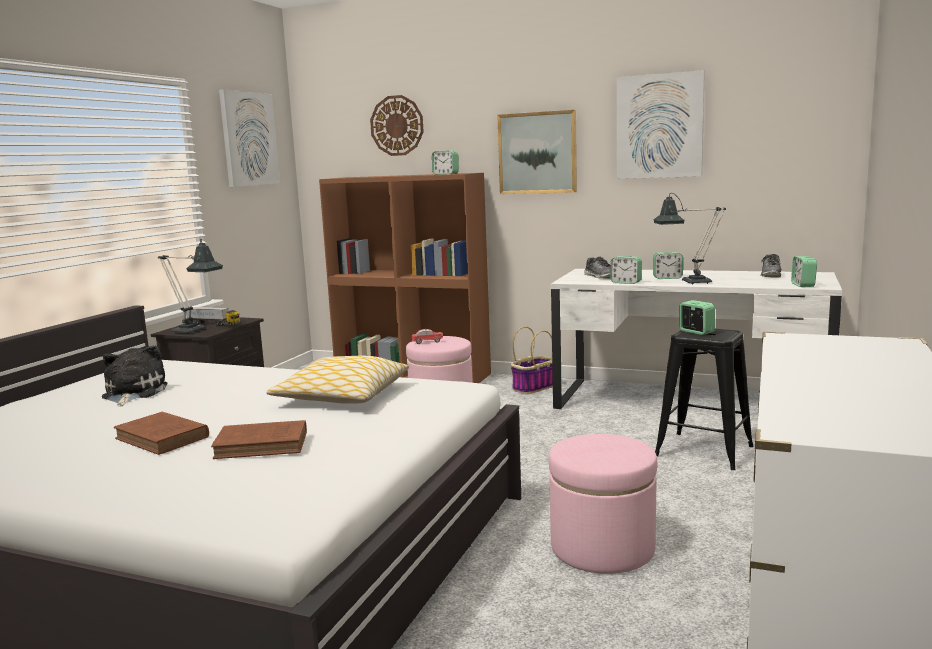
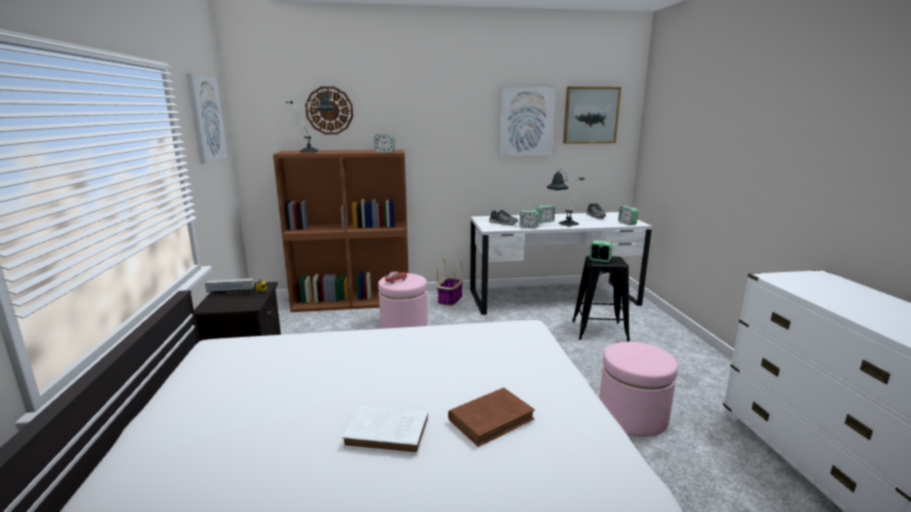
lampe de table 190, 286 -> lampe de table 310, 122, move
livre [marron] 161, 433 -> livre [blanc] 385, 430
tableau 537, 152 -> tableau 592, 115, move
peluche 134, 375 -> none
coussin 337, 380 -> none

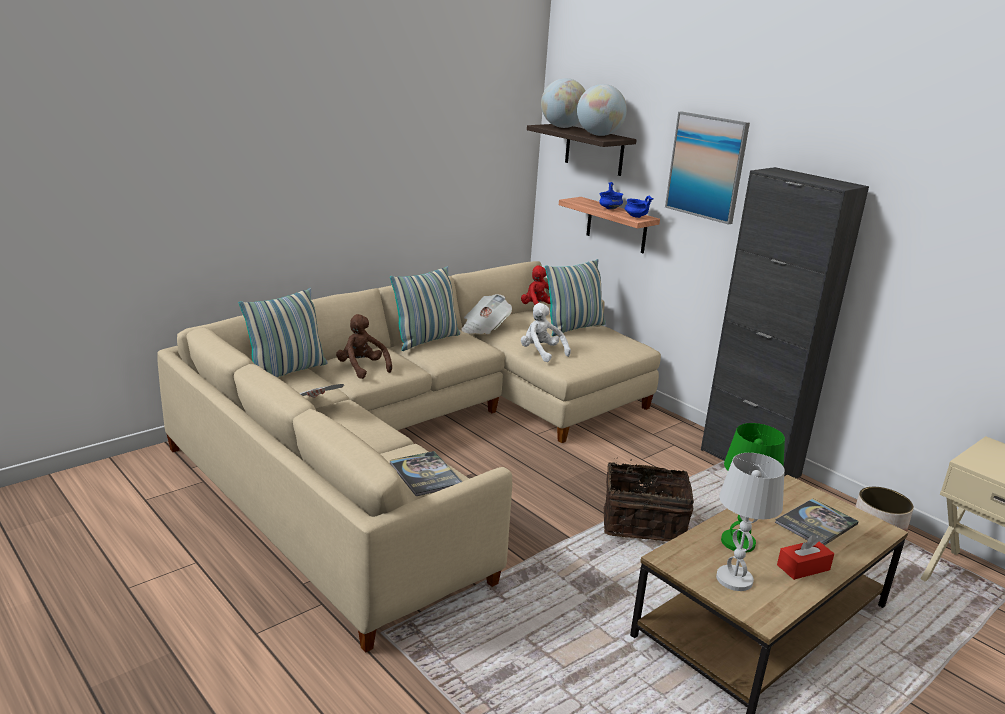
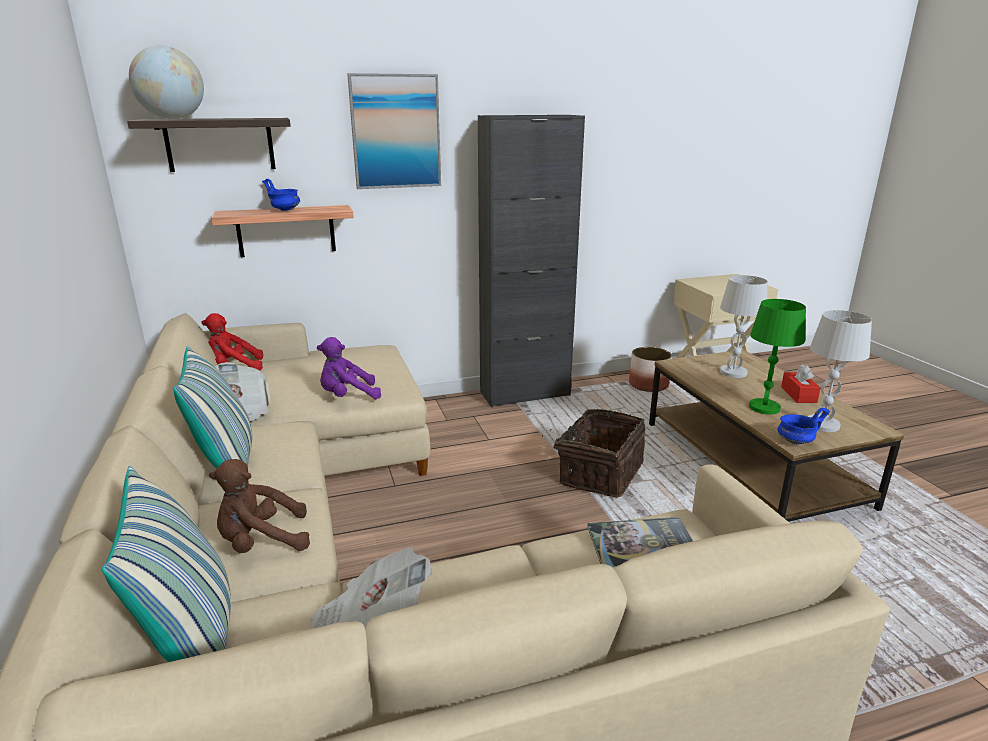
peluche [blanc] 546, 332 -> peluche [violet] 349, 368
livre 817, 522 -> lampe de table [blanc] 744, 326
bol [bleu] 639, 207 -> bol [bleu] 804, 426, move
coussin 575, 297 -> none
globe 602, 110 -> none

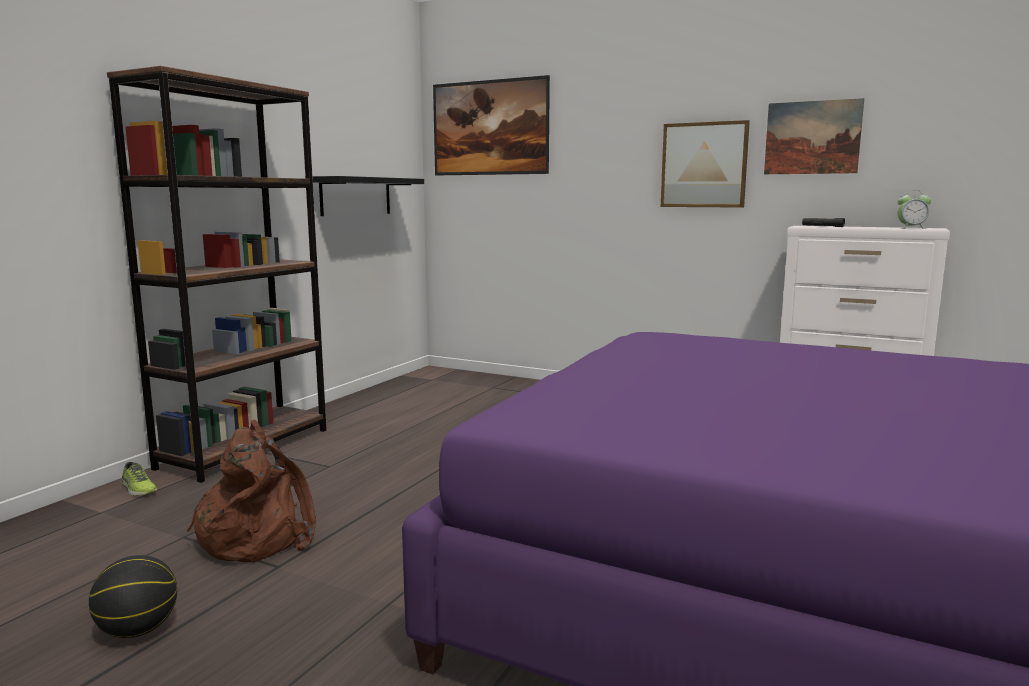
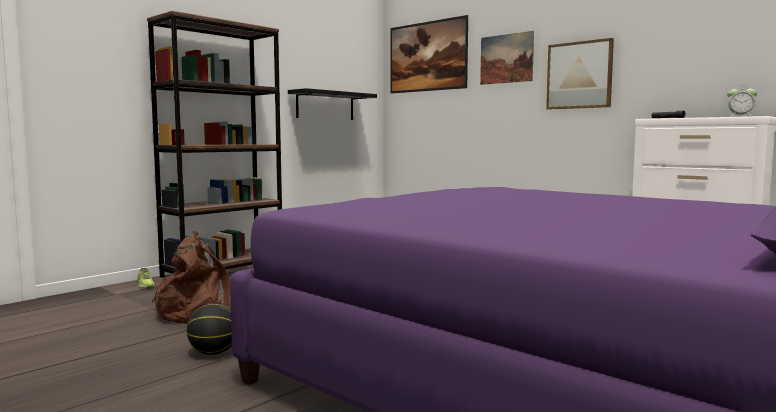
ballon de basket 133, 596 -> ballon de basket 209, 329, move
tableau 814, 136 -> tableau 507, 58, move

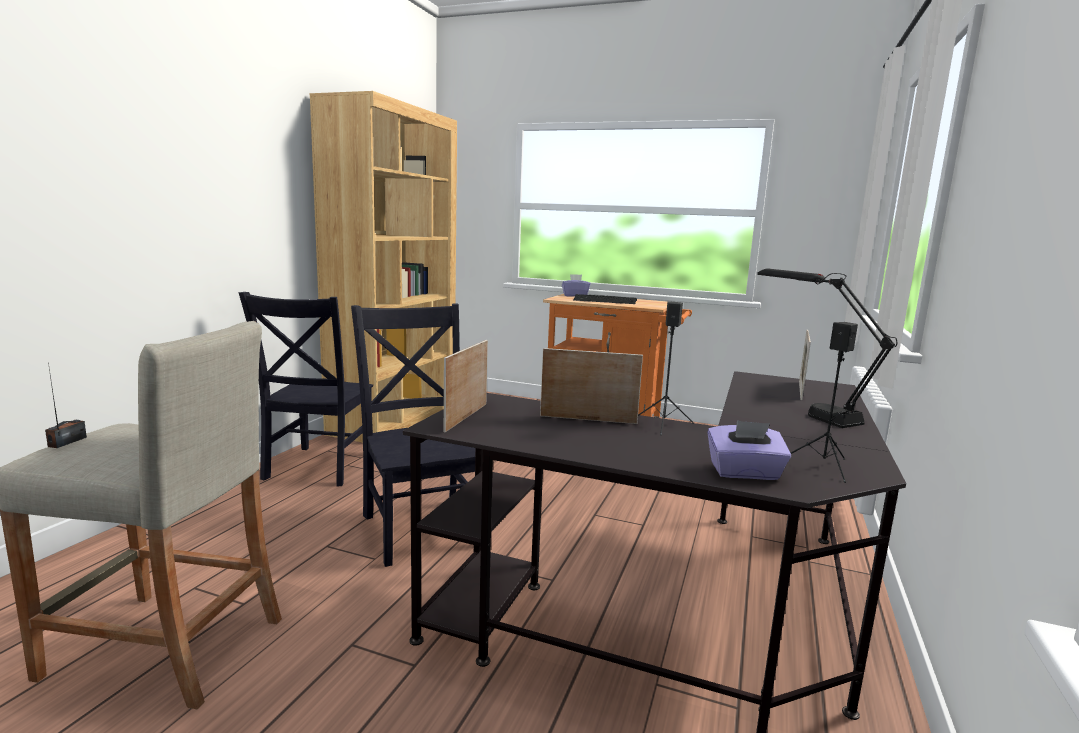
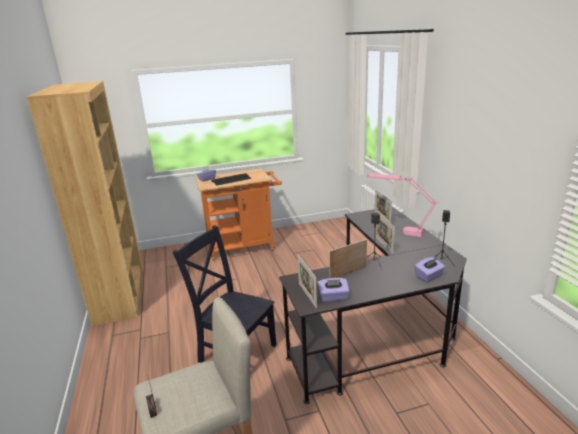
none -> boîte à mouchoirs [violet] 333, 290
lampe de table [noir] 827, 348 -> lampe de table [rose] 402, 205
none -> cadre photo 385, 233
chaise [noir] 306, 389 -> none

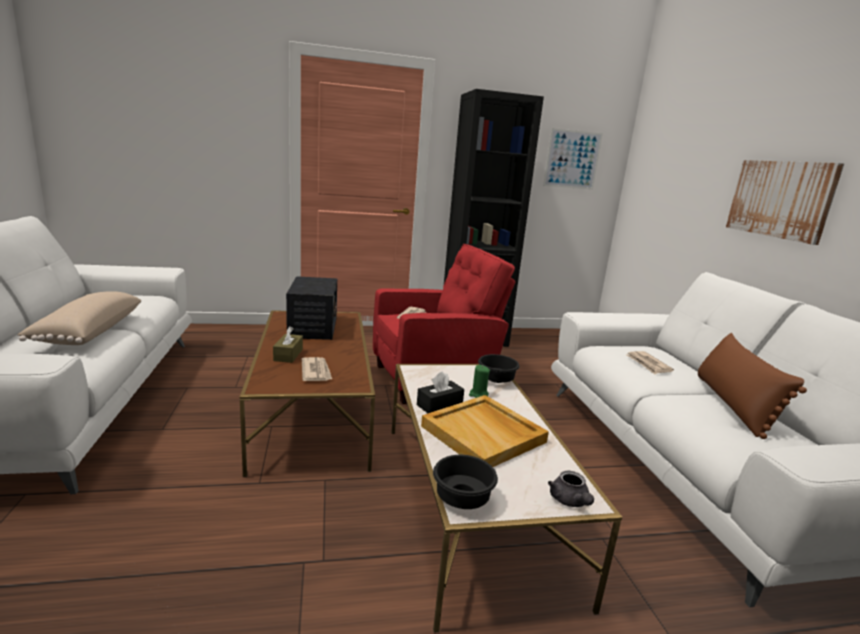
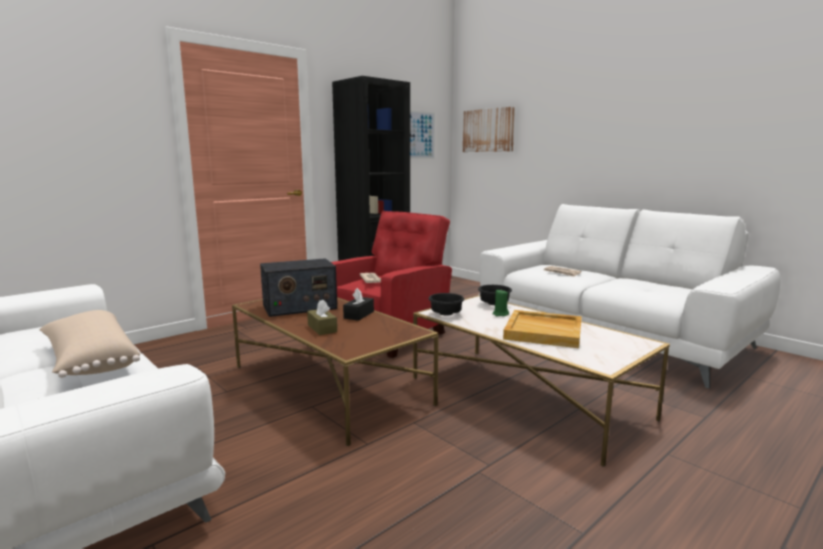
radio 311, 308 -> radio 298, 287, 105 degrees clockwise
boîte à mouchoirs [noir] 440, 392 -> boîte à mouchoirs [noir] 358, 304, move
bol [noir] 465, 482 -> bol [noir] 446, 304, move
tableau 785, 202 -> tableau 489, 129, move
journal 317, 369 -> none
théière [gris] 571, 489 -> none
coussin [marron] 752, 386 -> none

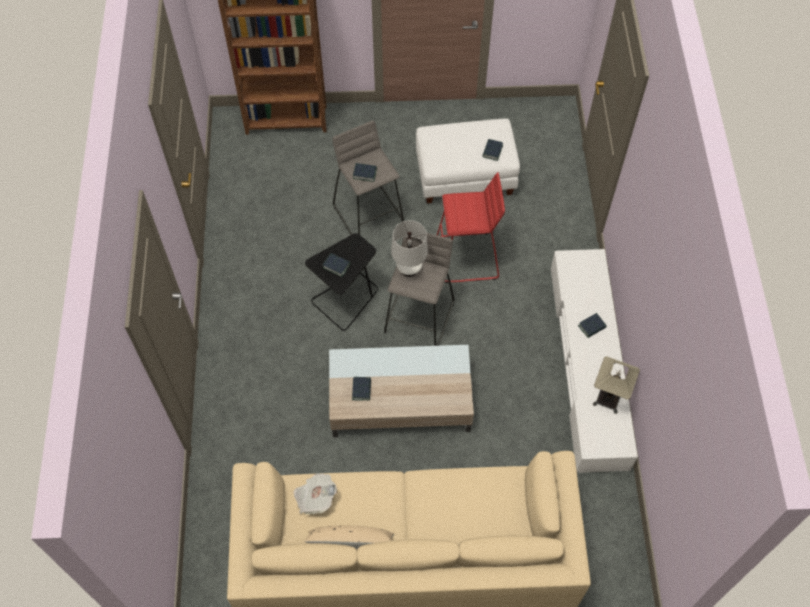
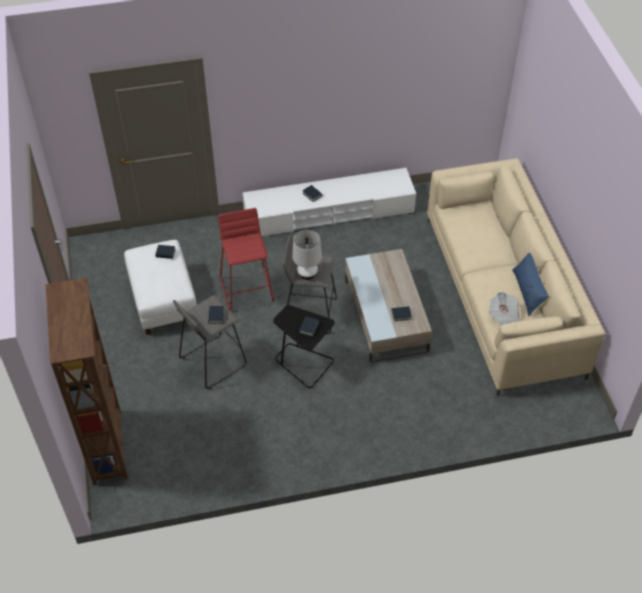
coussin [beige] 349, 537 -> coussin [bleu] 530, 284
lampe de table 616, 385 -> none

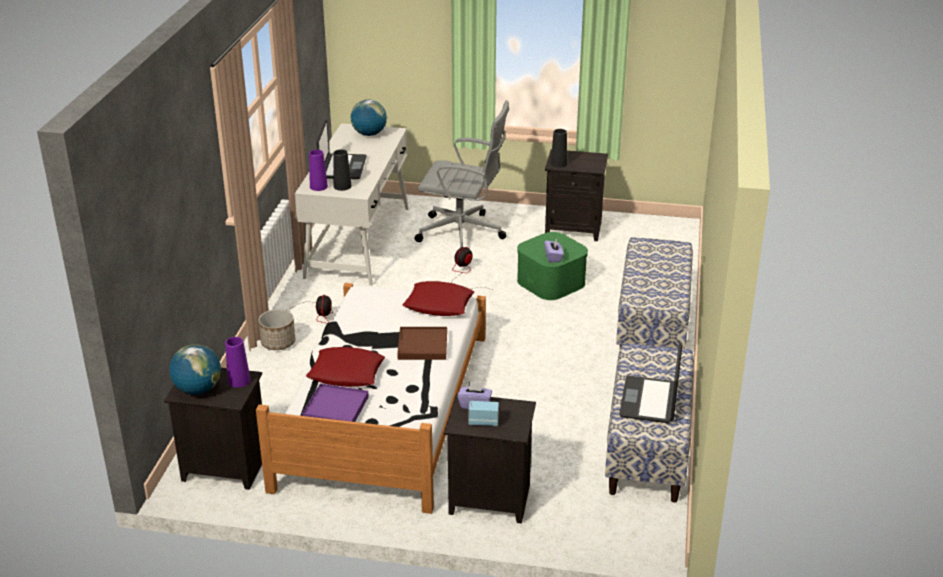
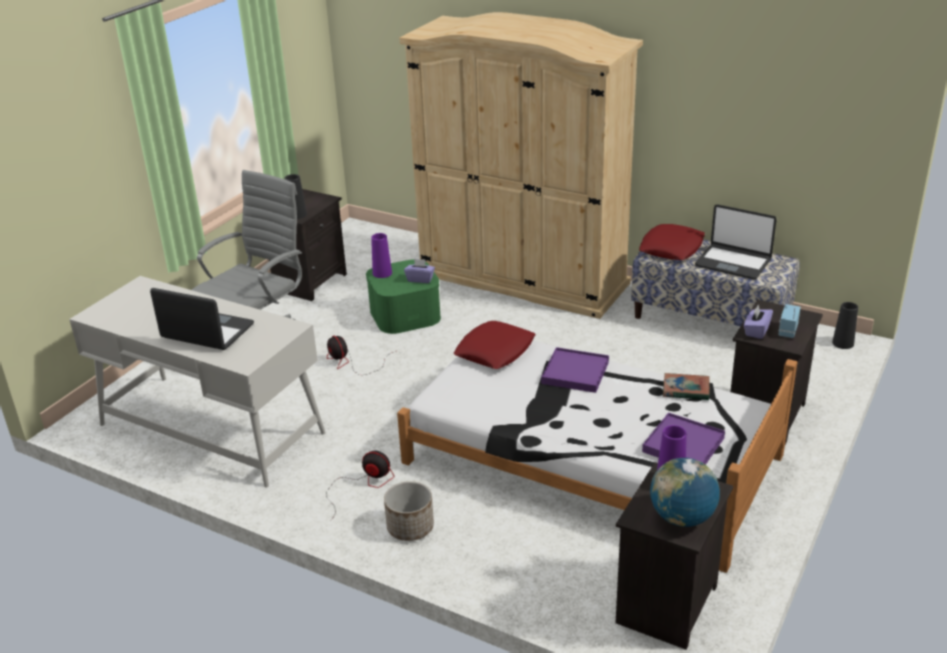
vase [violet] 318, 170 -> vase [violet] 381, 255, move
banc 654, 293 -> armoire [beige] 521, 165
plateau [marron] 422, 343 -> plateau [violet] 575, 370
coussin [rouge] 345, 367 -> coussin [rouge] 672, 242, move
none -> livre 686, 386
vase [noir] 342, 170 -> vase [noir] 845, 325, move
globe 369, 117 -> none

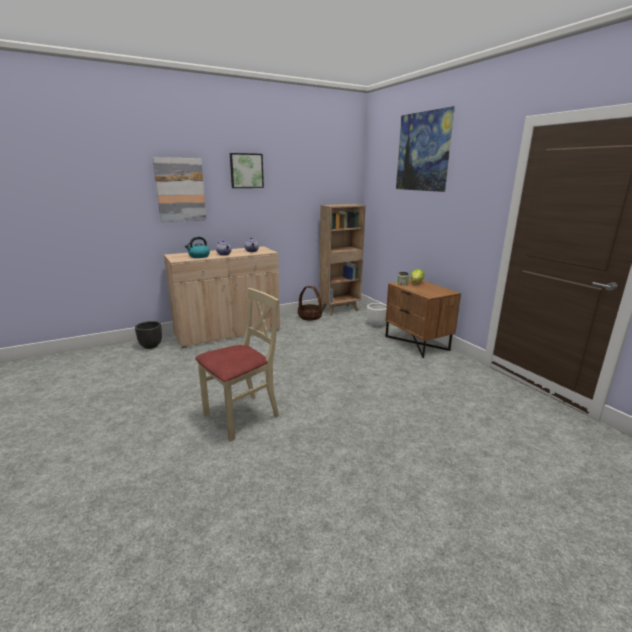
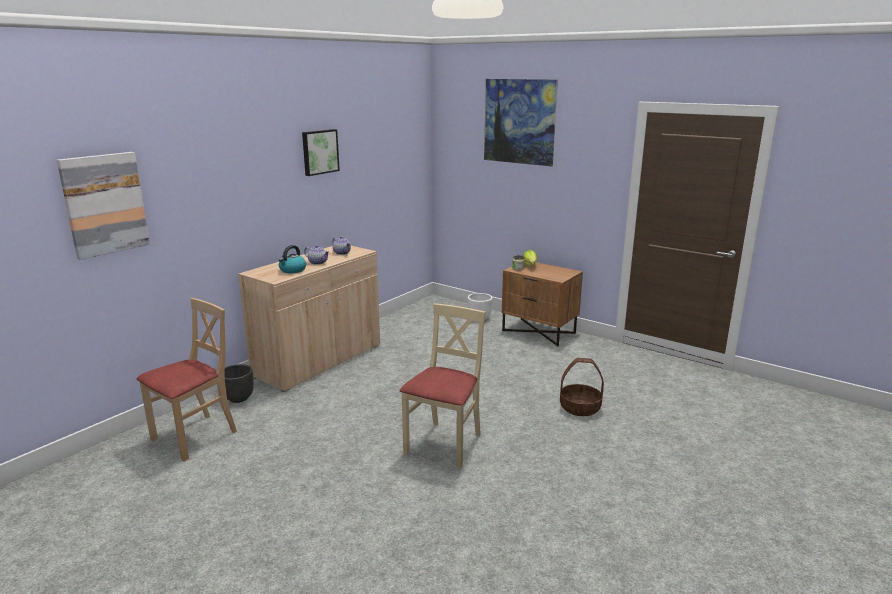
tableau 180, 189 -> tableau 103, 206, move
none -> chaise [beige] 186, 379
panier 310, 303 -> panier 582, 387, move
bibliothèque [marron] 343, 260 -> none

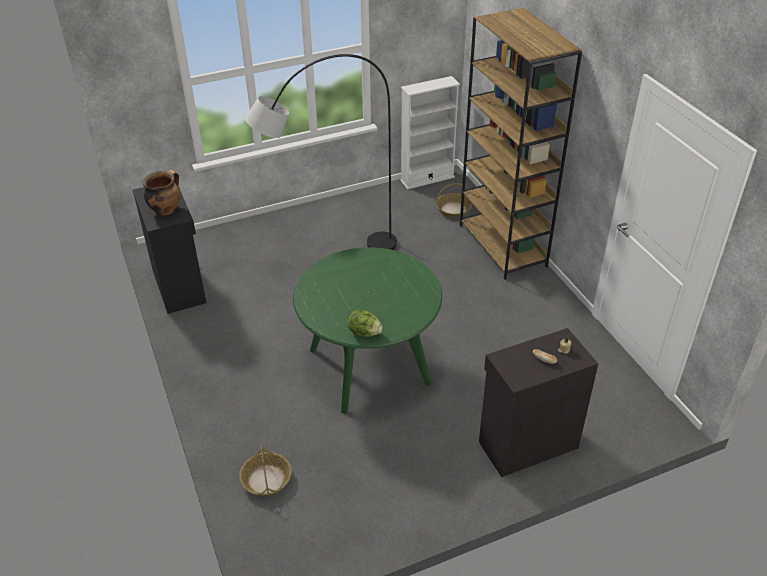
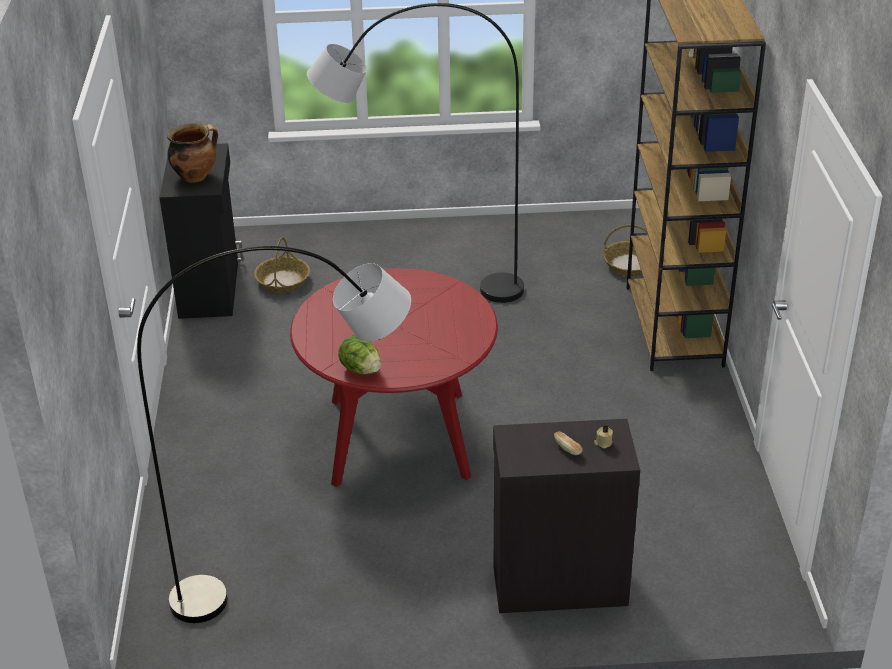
none -> lampadaire [gris] 274, 434
panier 265, 469 -> panier 282, 265, move
table à manger [vert] 367, 330 -> table à manger [rouge] 394, 377
bibliothèque [blanc] 430, 132 -> none

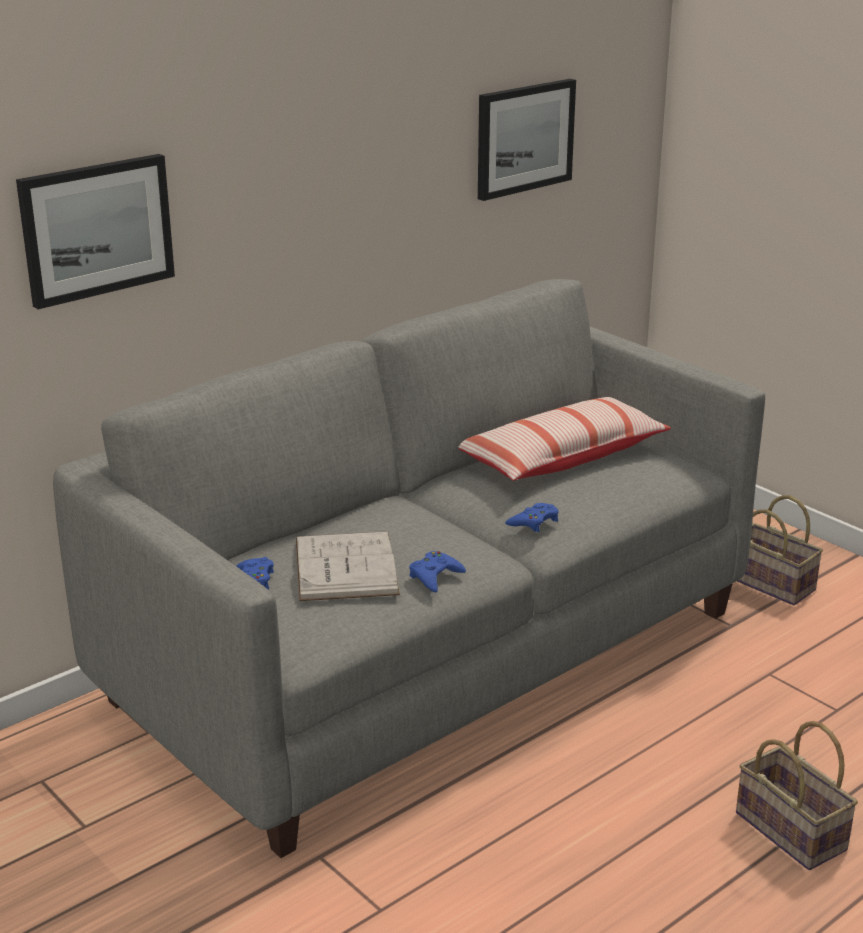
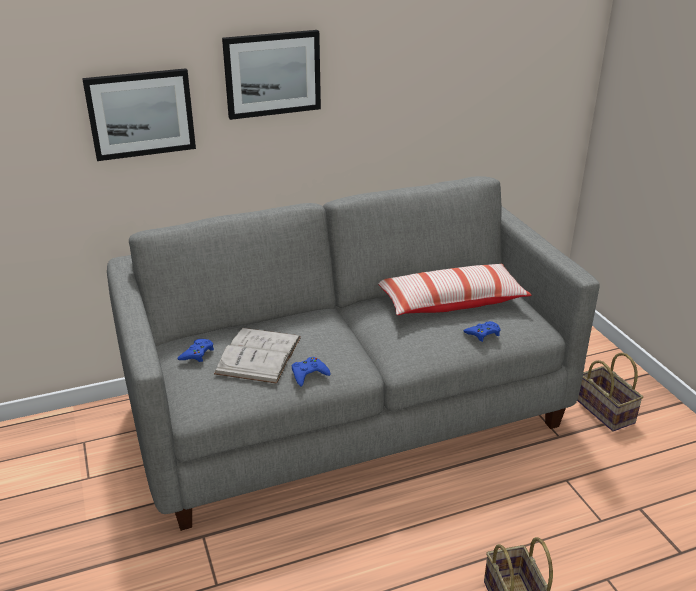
tableau 527, 140 -> tableau 271, 75, move
manette [bleu] 532, 517 -> manette [bleu] 482, 331, move

